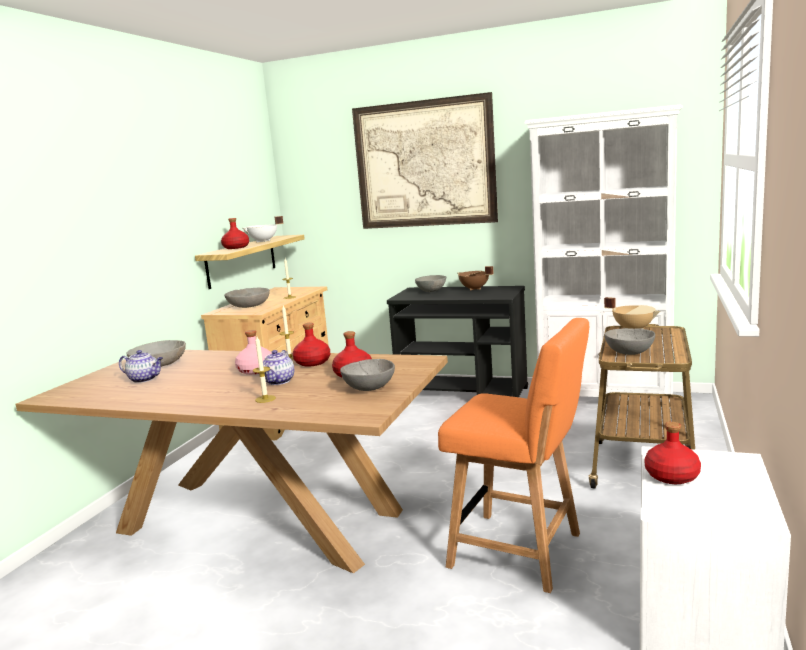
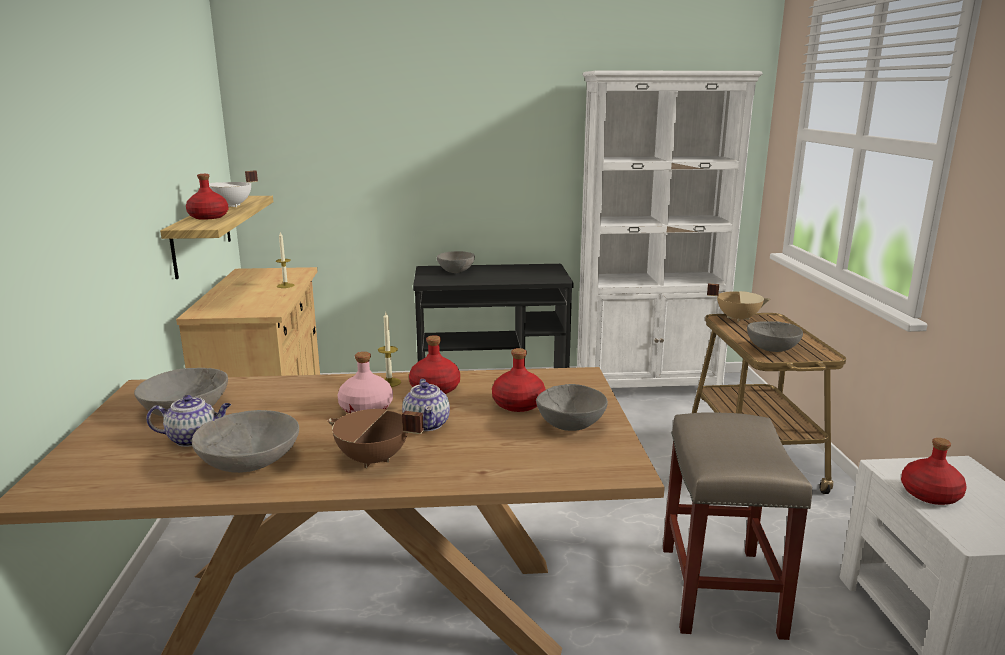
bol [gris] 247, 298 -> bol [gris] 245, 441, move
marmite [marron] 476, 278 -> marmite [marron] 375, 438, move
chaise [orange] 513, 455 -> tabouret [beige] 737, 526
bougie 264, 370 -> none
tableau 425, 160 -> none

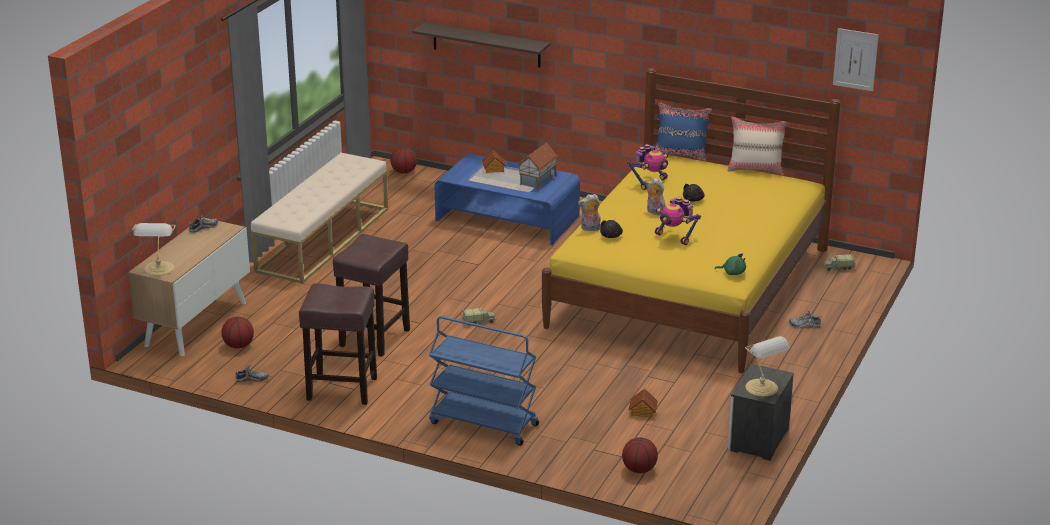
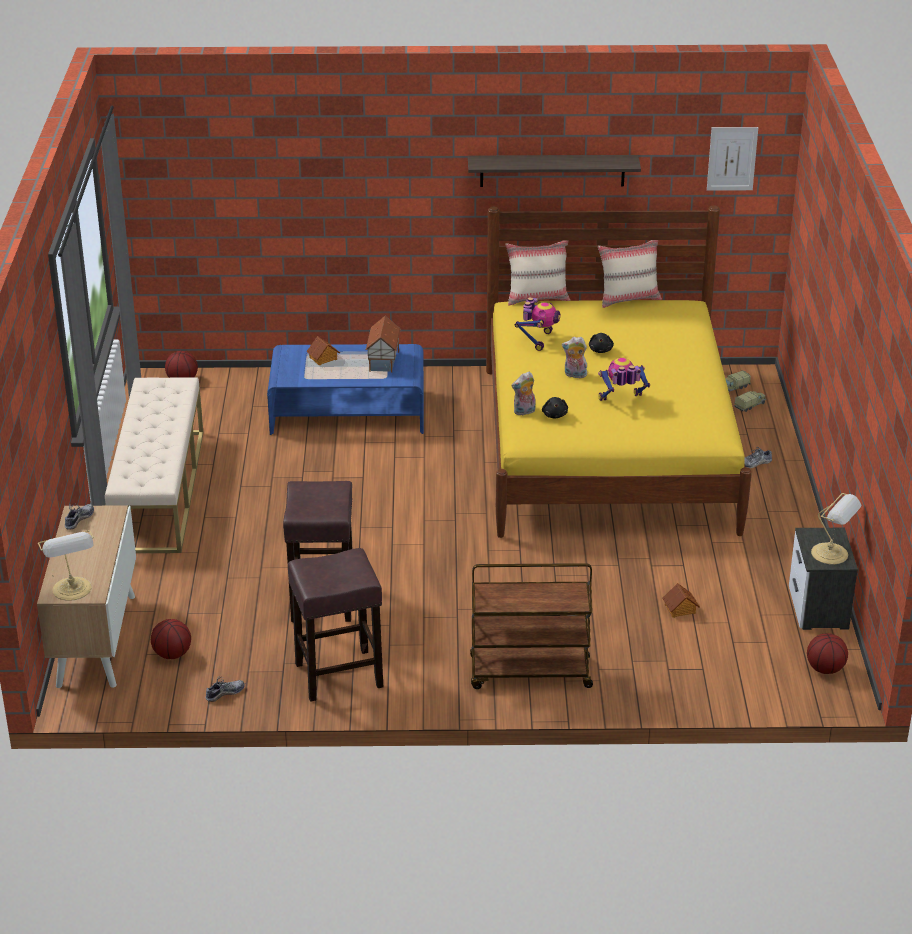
étagère 481, 44 -> étagère 554, 171, move
chariot [bleu] 484, 381 -> chariot [marron] 531, 626
coussin [bleu] 684, 132 -> coussin [beige] 538, 273
robot jouet 678, 221 -> robot jouet 624, 379, 150 degrees clockwise
camion jouet 478, 317 -> camion jouet 750, 401, move
ballon de basket 640, 455 -> ballon de basket 827, 653, move
peluche [vert] 730, 264 -> none

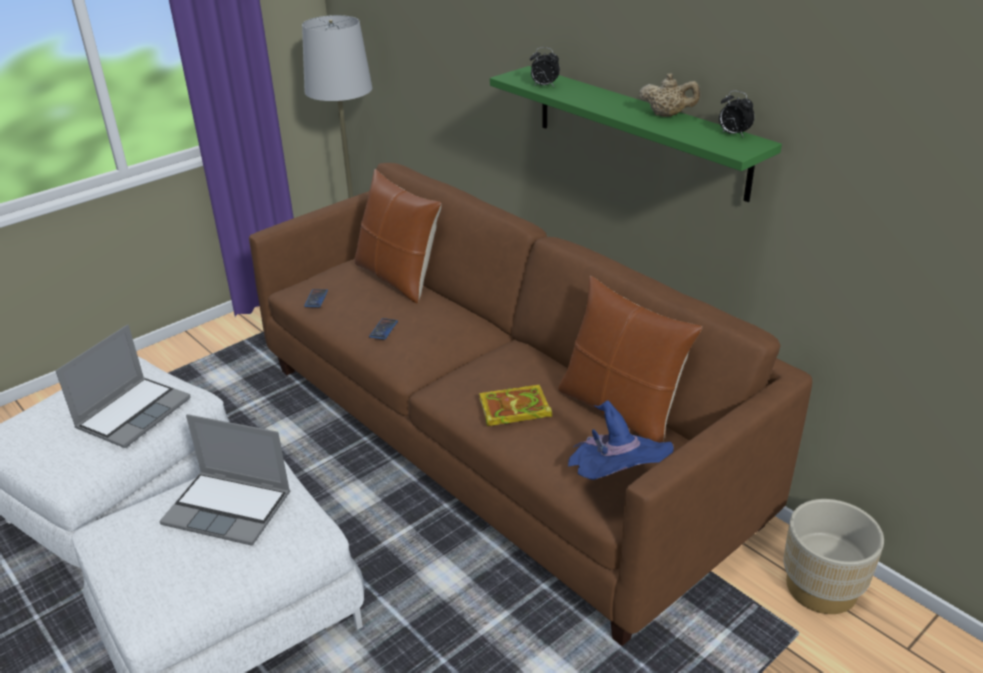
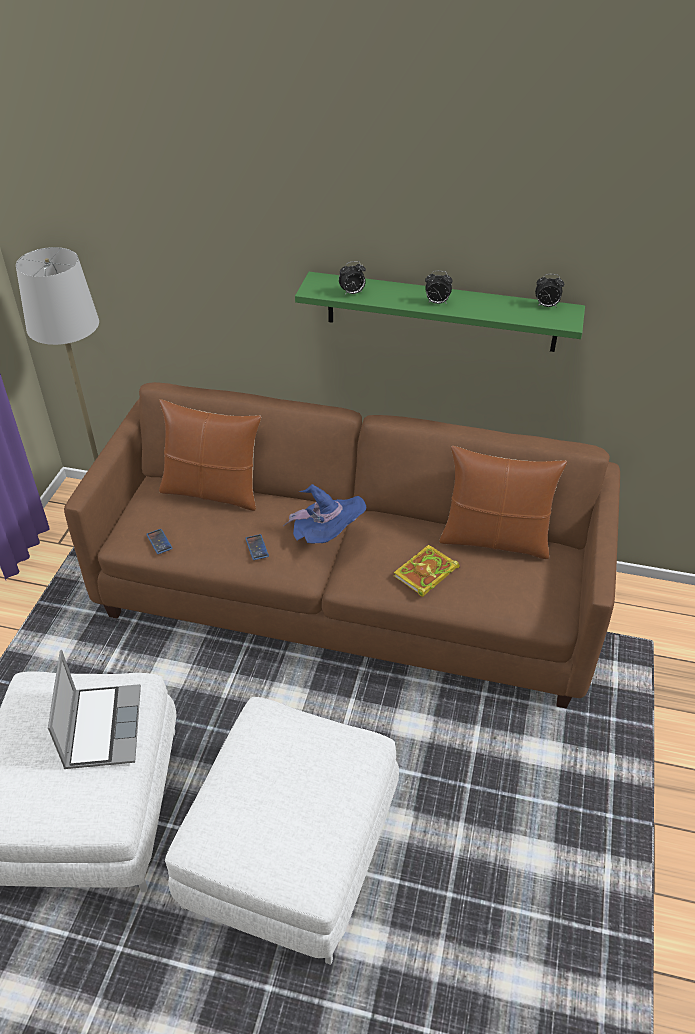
chapeau [bleu] 621, 440 -> chapeau [bleu] 324, 514, move
none -> réveil 439, 287
ordinateur portable 224, 480 -> none
théière [beige] 669, 95 -> none
cache-pot [beige] 833, 556 -> none

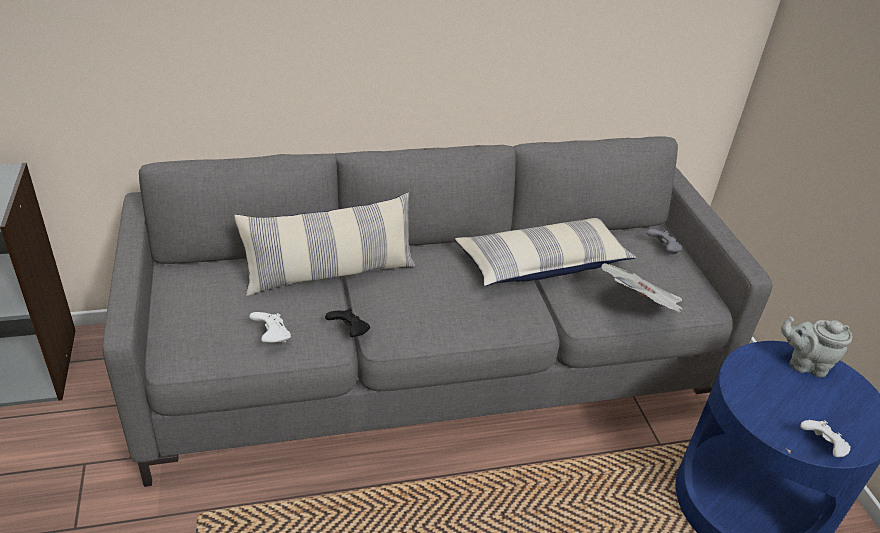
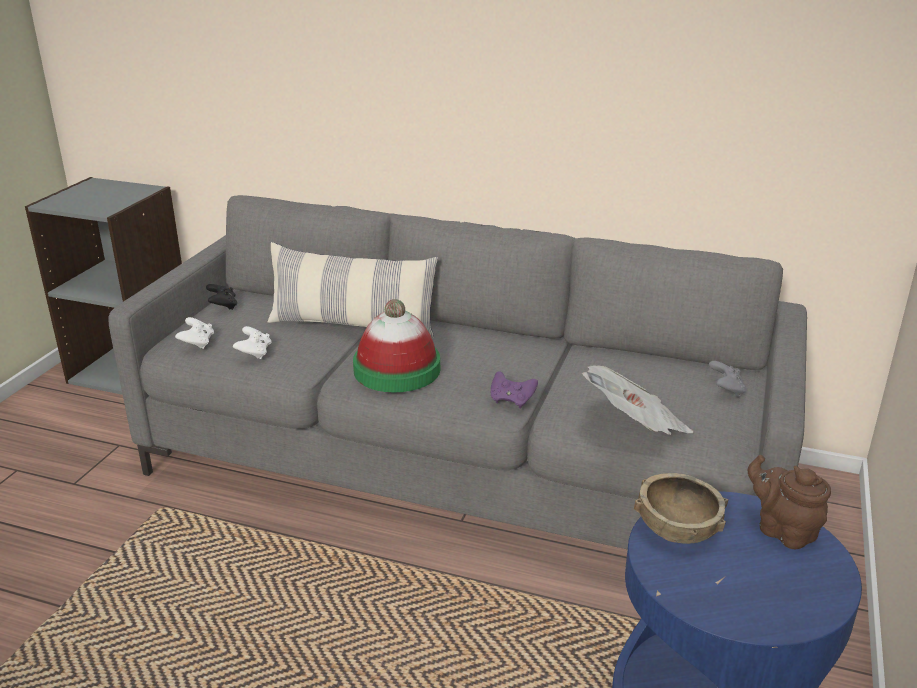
manette [blanc] 825, 438 -> manette [blanc] 194, 333, move
manette [noir] 347, 322 -> manette [noir] 221, 297, move
none -> chapeau 396, 345
none -> manette [violet] 514, 389
none -> bol [marron] 681, 508
théière [gris] 817, 347 -> théière [marron] 789, 502
coussin 545, 252 -> none

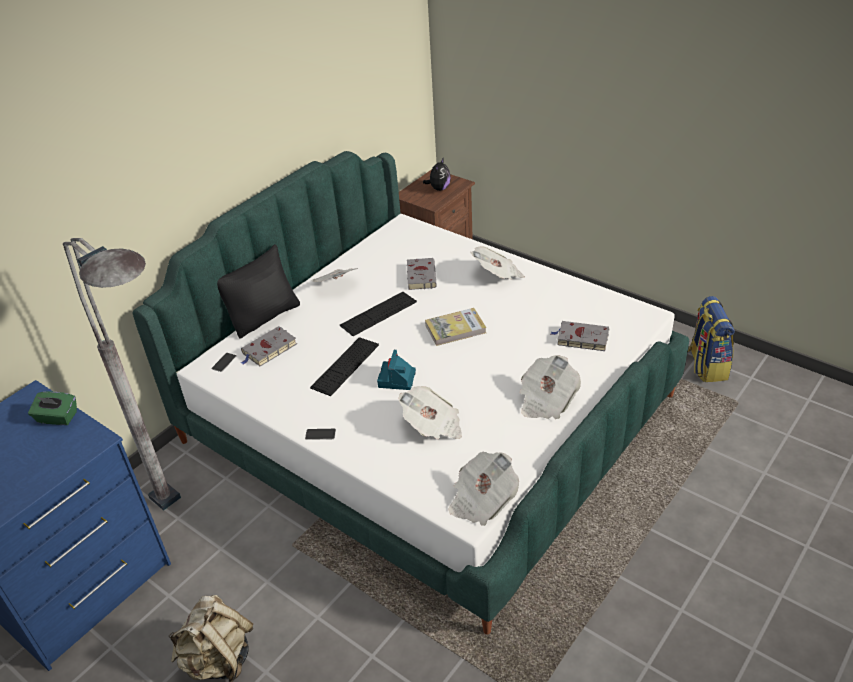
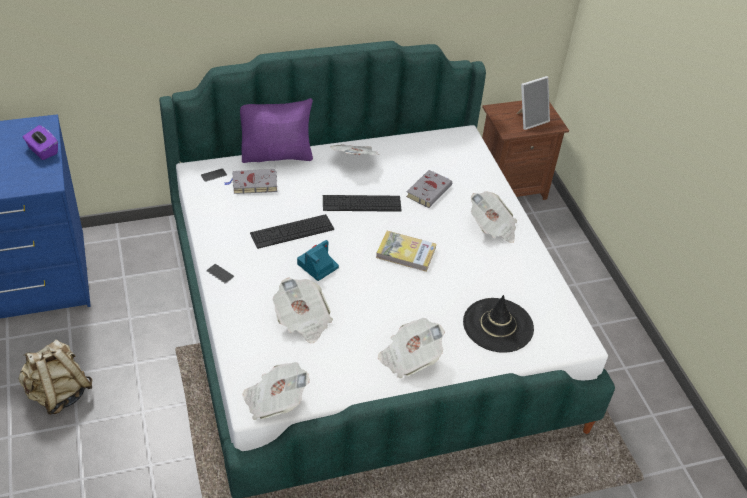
boîte à mouchoirs [vert] 52, 408 -> boîte à mouchoirs [violet] 40, 142
coussin [noir] 258, 291 -> coussin [violet] 276, 130
livre [gris] 580, 336 -> chapeau [noir] 498, 324
peluche 437, 174 -> cadre photo 533, 103
lampadaire [gris] 122, 374 -> none
sac à dos 711, 339 -> none

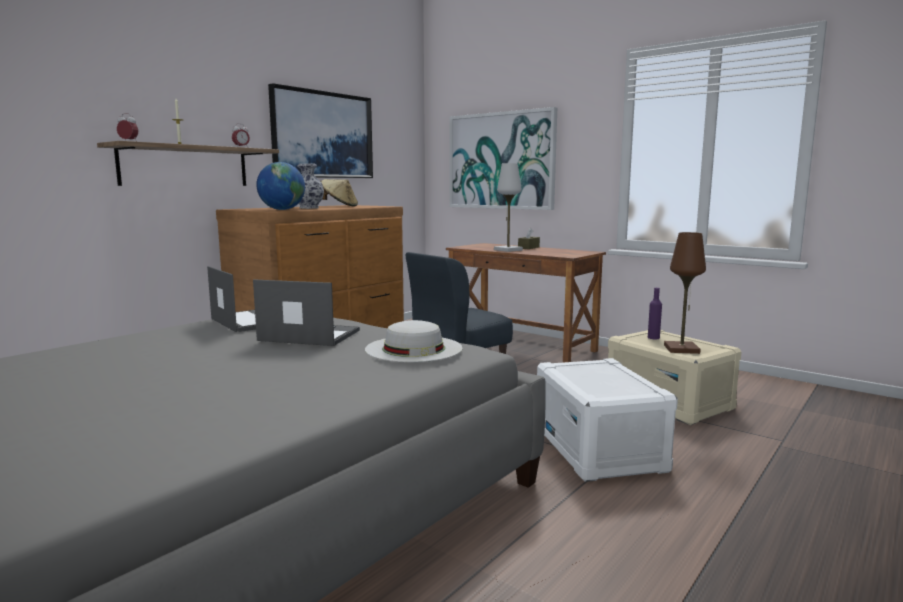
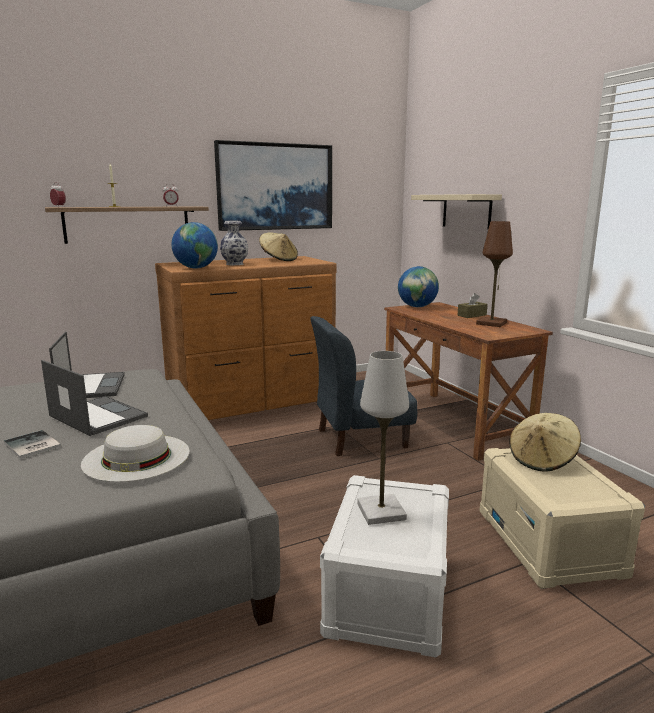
none -> livre 32, 444
lampe de table [blanc] 508, 207 -> lampe de table [blanc] 383, 438, move
none -> globe 418, 286
tableau 503, 158 -> étagère [beige] 456, 212
lampe de table [marron] 685, 293 -> lampe de table [marron] 494, 274, move
bouteille [violet] 655, 313 -> chapeau [beige] 545, 442

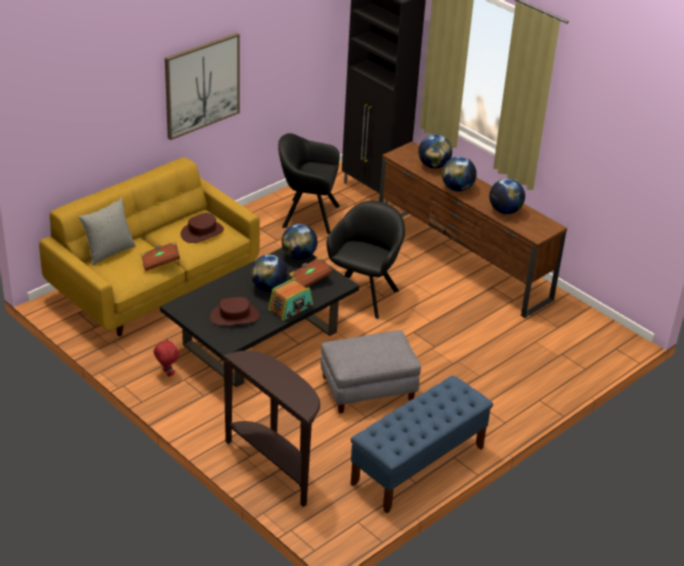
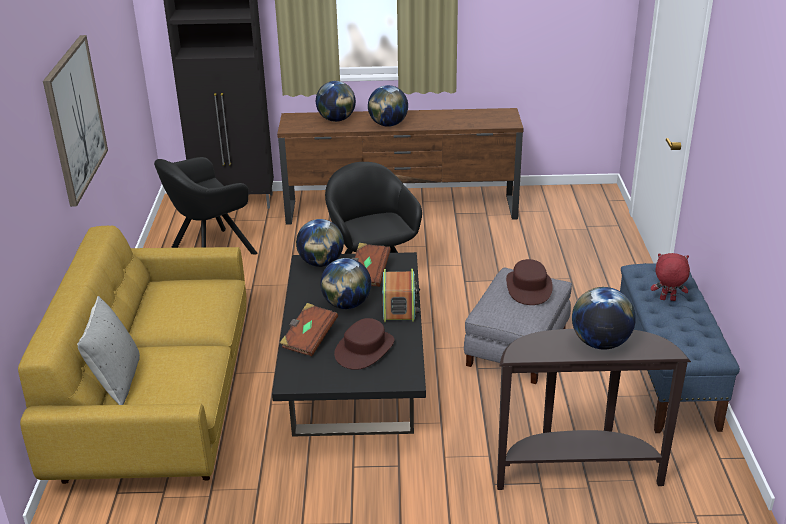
livre [marron] 160, 256 -> livre [marron] 309, 330, move
chapeau [marron] 202, 228 -> chapeau [marron] 529, 282, move
globe 507, 196 -> globe 604, 318, move
peluche [rouge] 166, 357 -> peluche [rouge] 670, 277, move

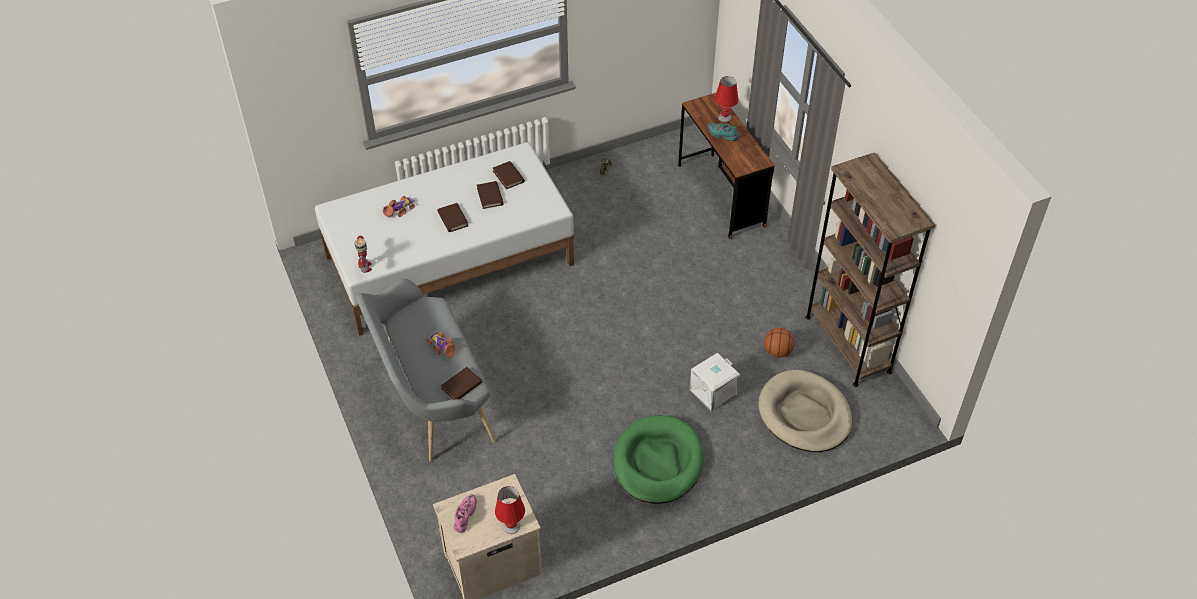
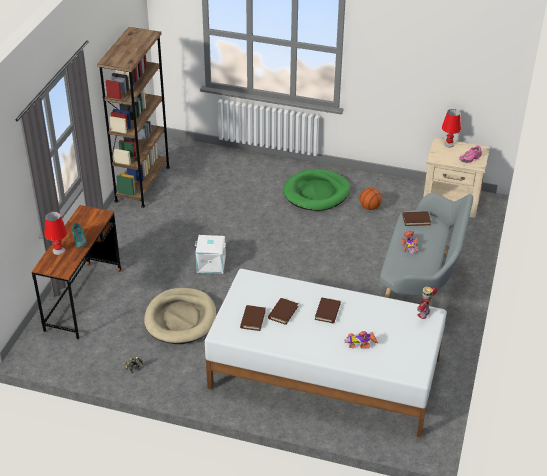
panier pour chien [beige] 805, 411 -> panier pour chien [beige] 180, 316, move
boîte de rangement [blanc] 714, 382 -> boîte de rangement [blanc] 210, 254, move
ballon de basket 779, 343 -> ballon de basket 371, 199, move

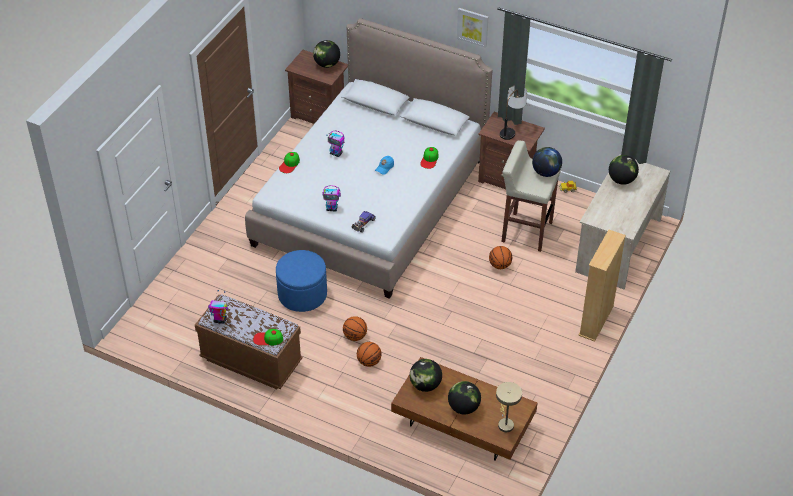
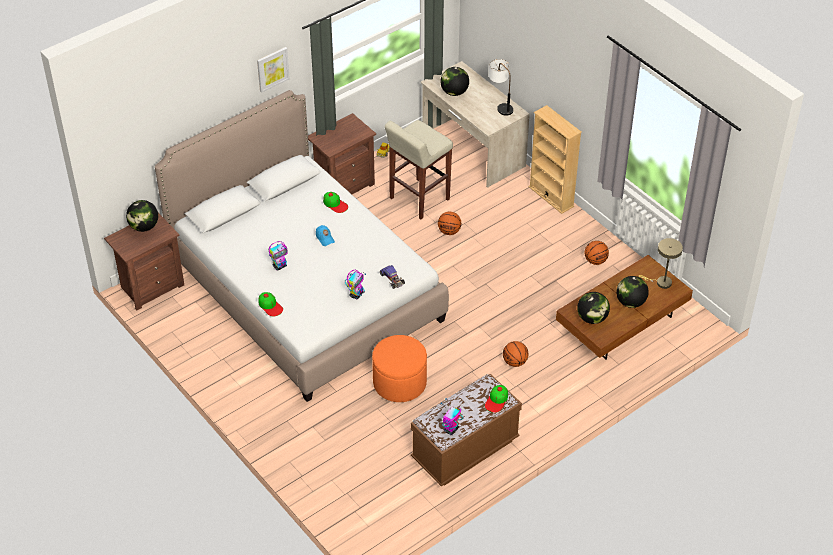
pouf [bleu] 301, 281 -> pouf [orange] 399, 368
lampe de table 513, 112 -> lampe de table 501, 87, move
ballon de basket 355, 328 -> ballon de basket 597, 253, move
globe 547, 162 -> none

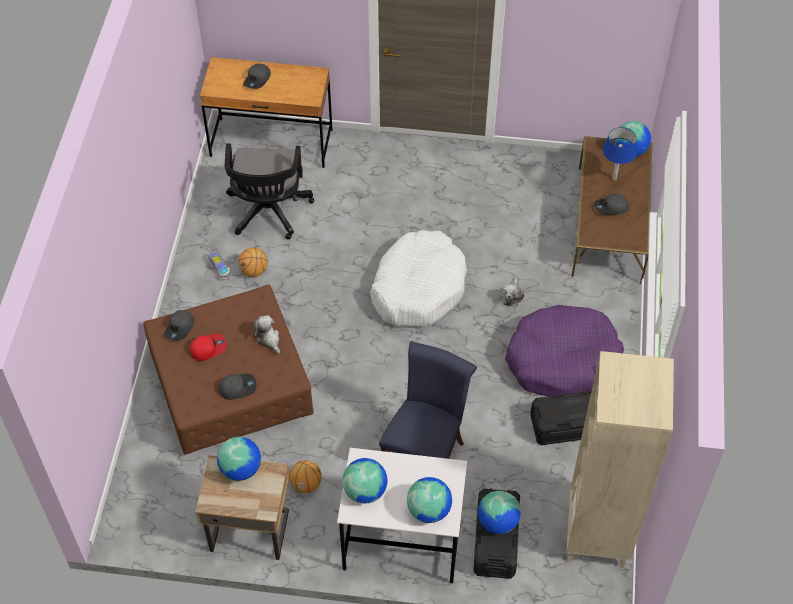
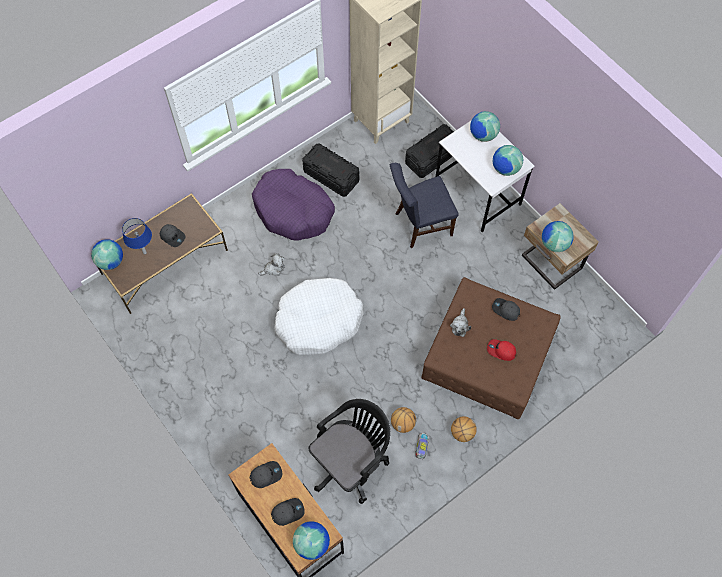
casquette [gris] 179, 325 -> casquette [gris] 266, 474, move
globe 499, 512 -> globe 311, 540, move
ballon de basket 305, 476 -> ballon de basket 464, 429, move

